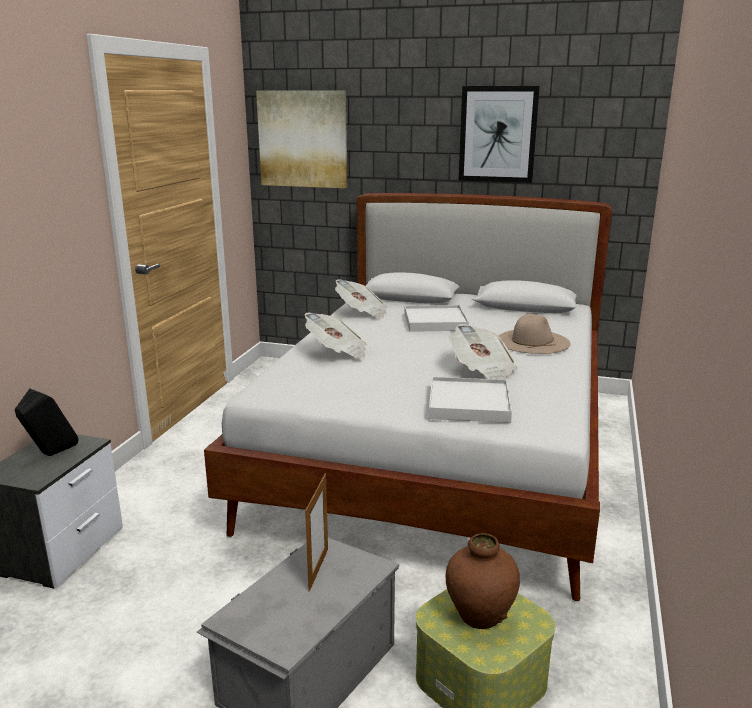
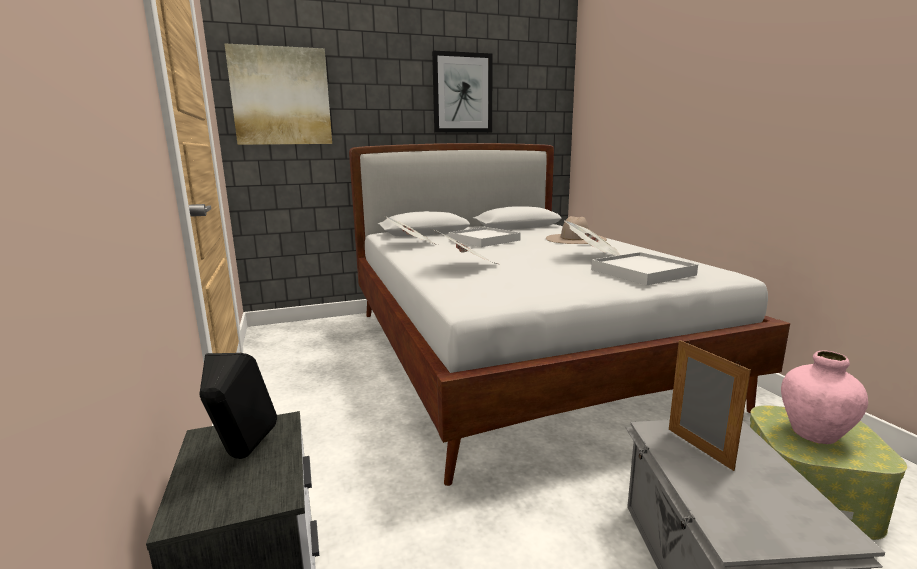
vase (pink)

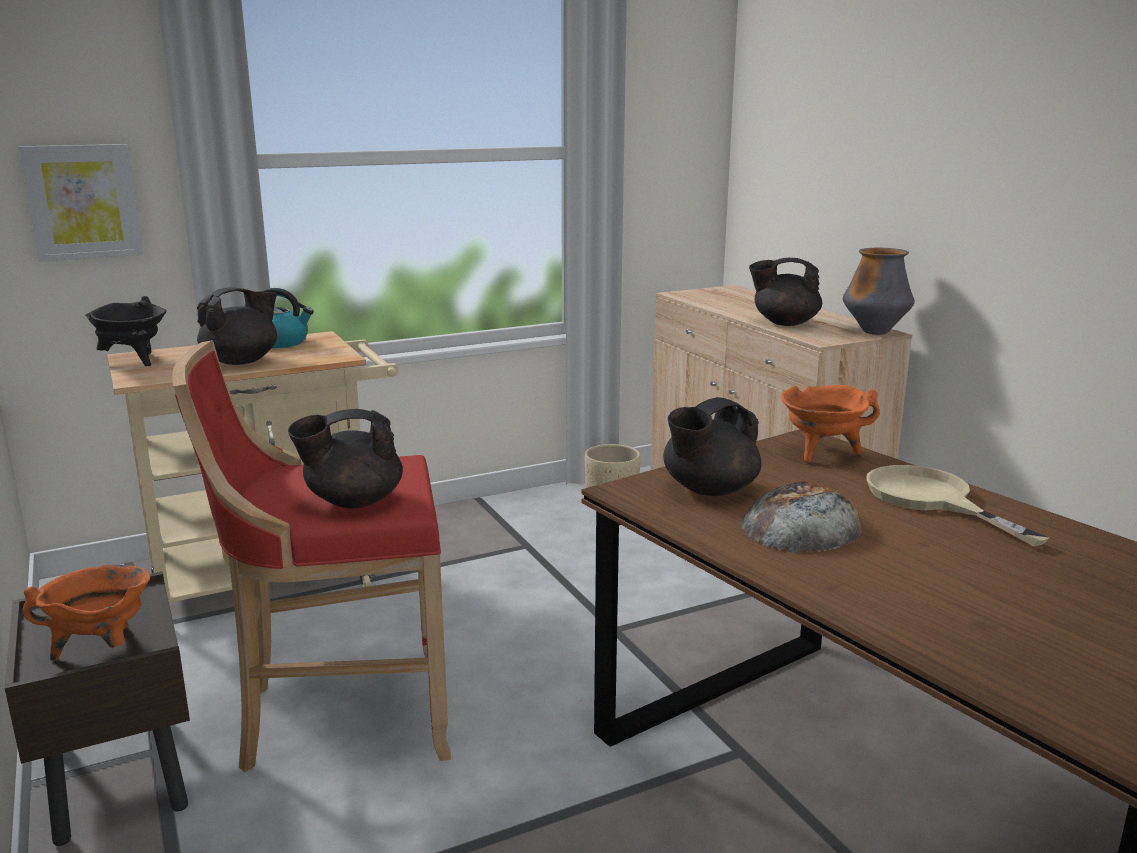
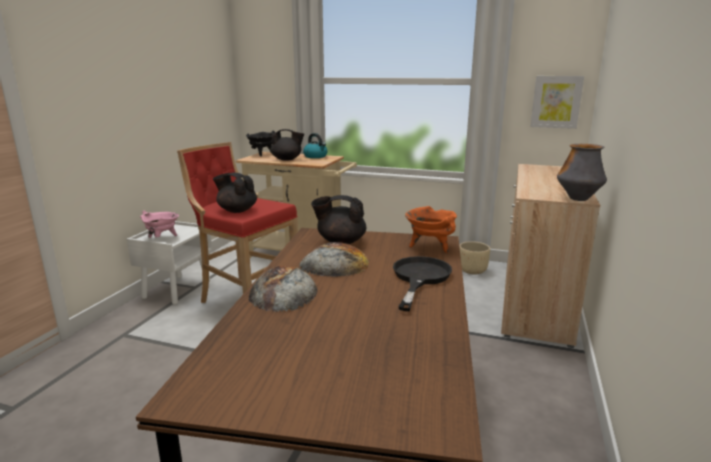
nightstand (white)
cooking pot (pink)
bread (no. 1 from left)
frying pan (black)
picture
teapot (black) (no. 4 from left in the first image)

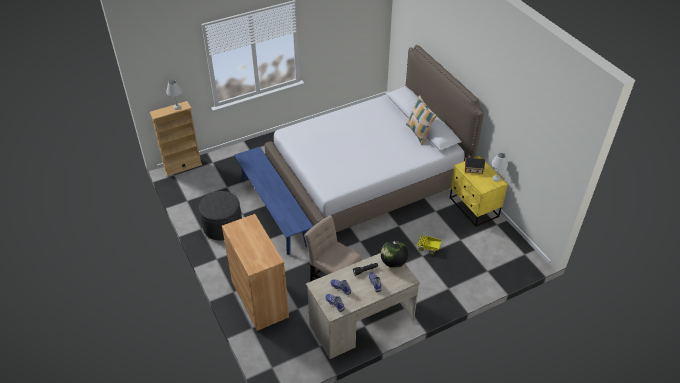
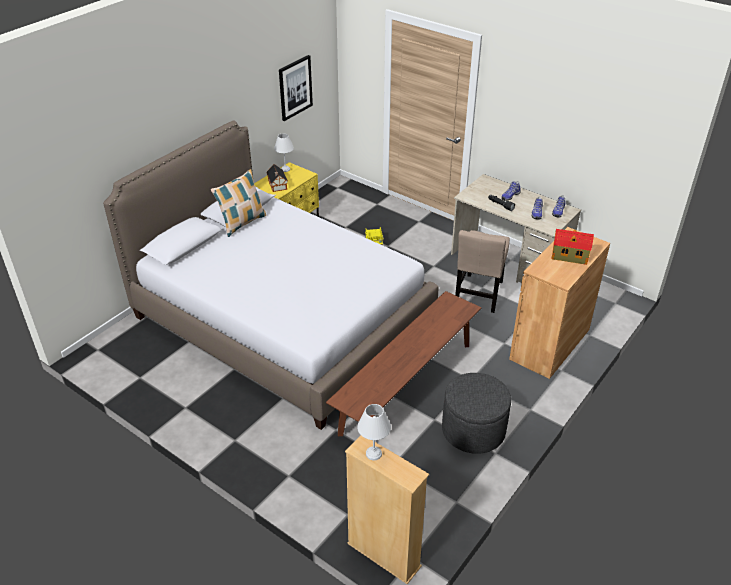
picture
bench (brown)
toy house (no. 2 from left)
globe

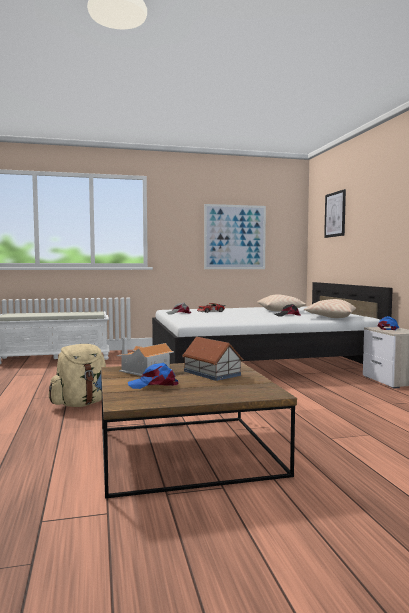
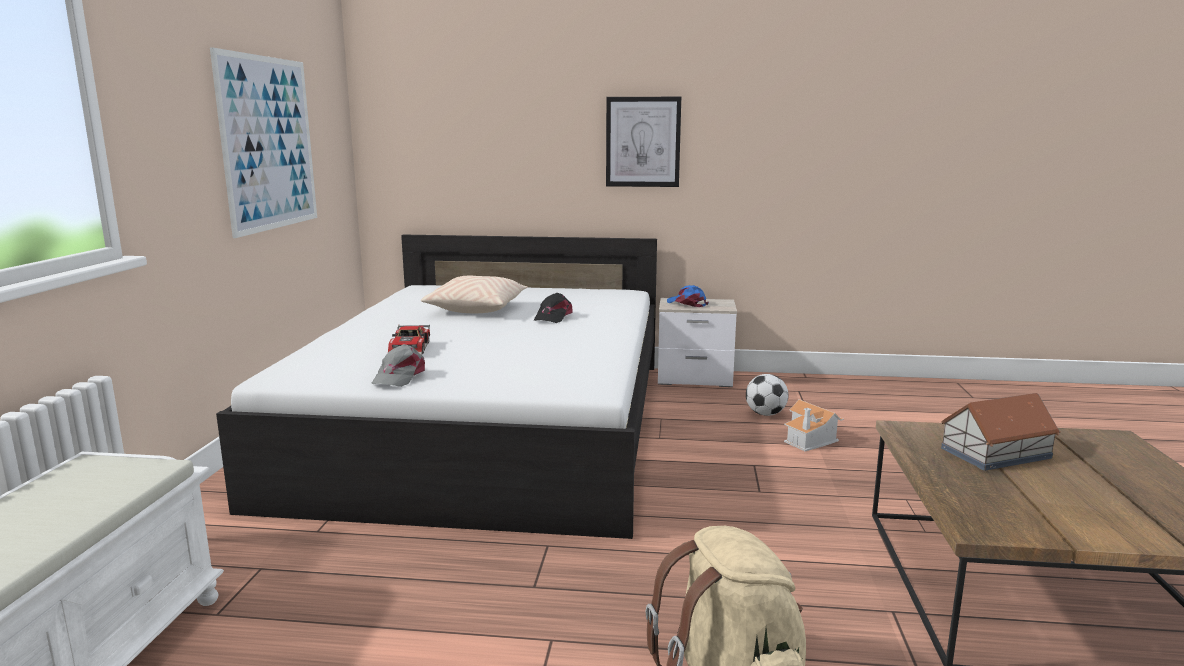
picture (no. 2 from left)
football
toy house (no. 1 from left)
cap (blue) (no. 1 from left in the first image)
pillow (beige) (no. 2 from left in the first image)

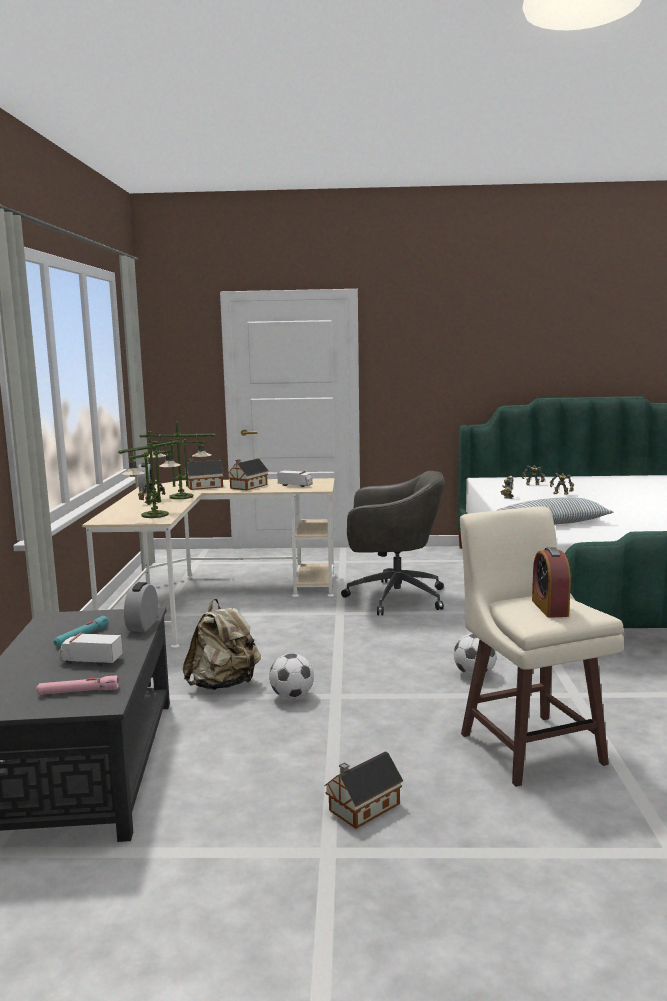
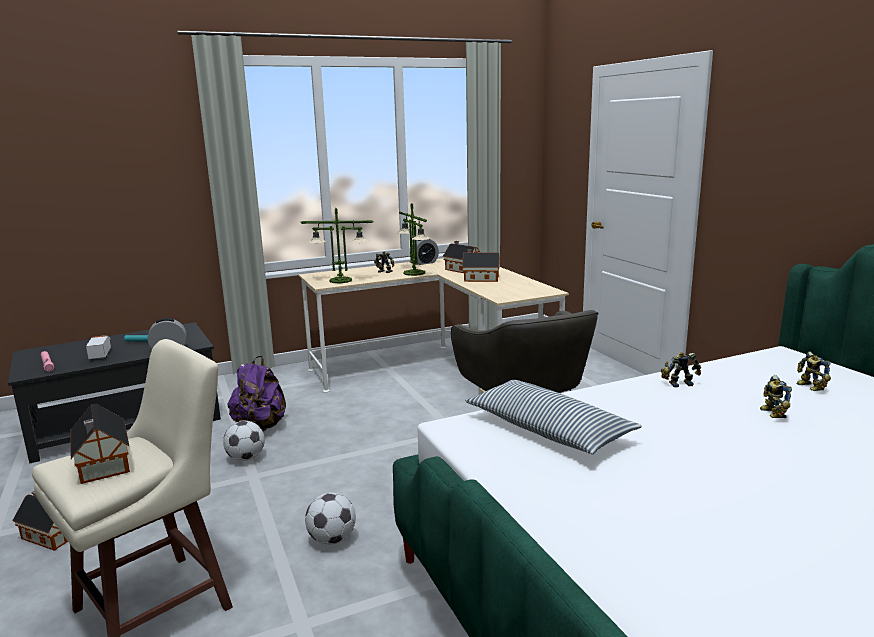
toy house (no. 2 from left)
backpack (purple)
toy truck (no. 2 from left in the first image)

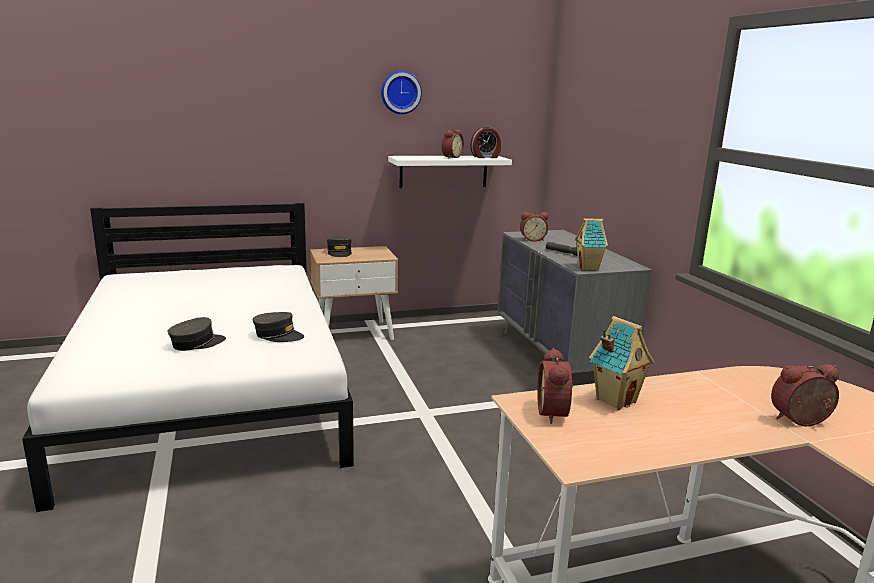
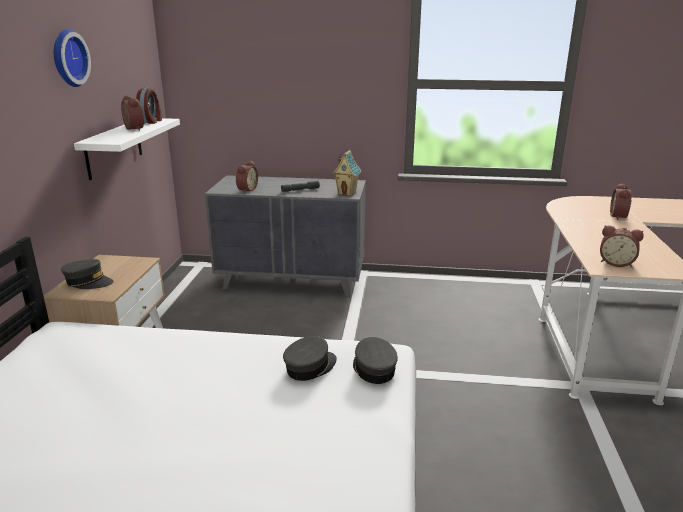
cap (grey) (no. 3 from left)
toy house (no. 2 from left in the first image)

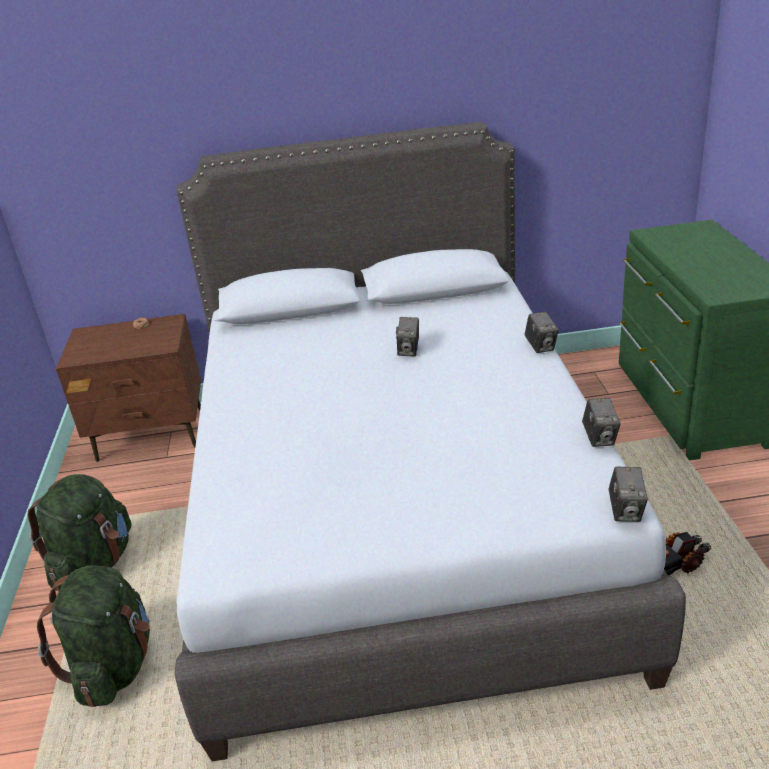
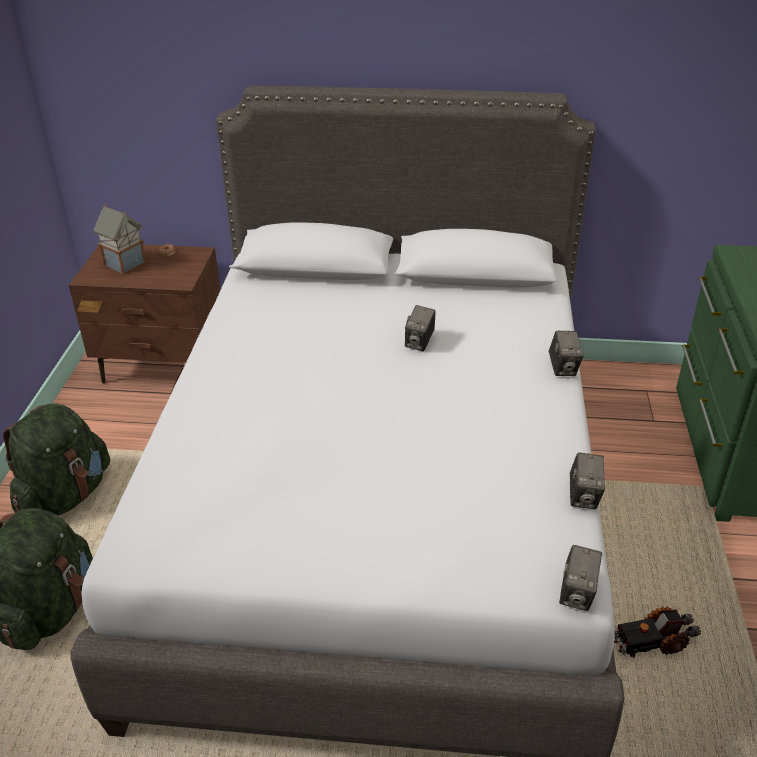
toy house

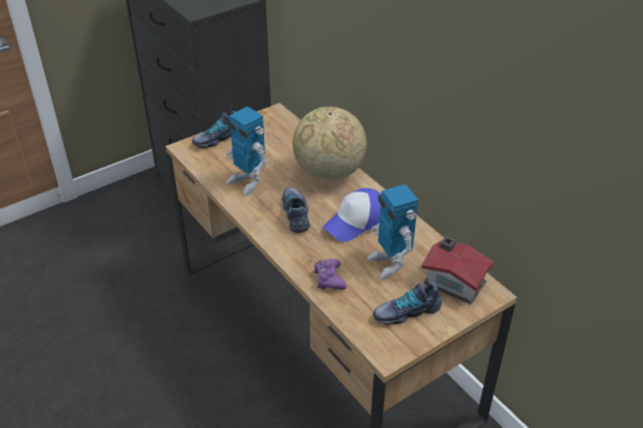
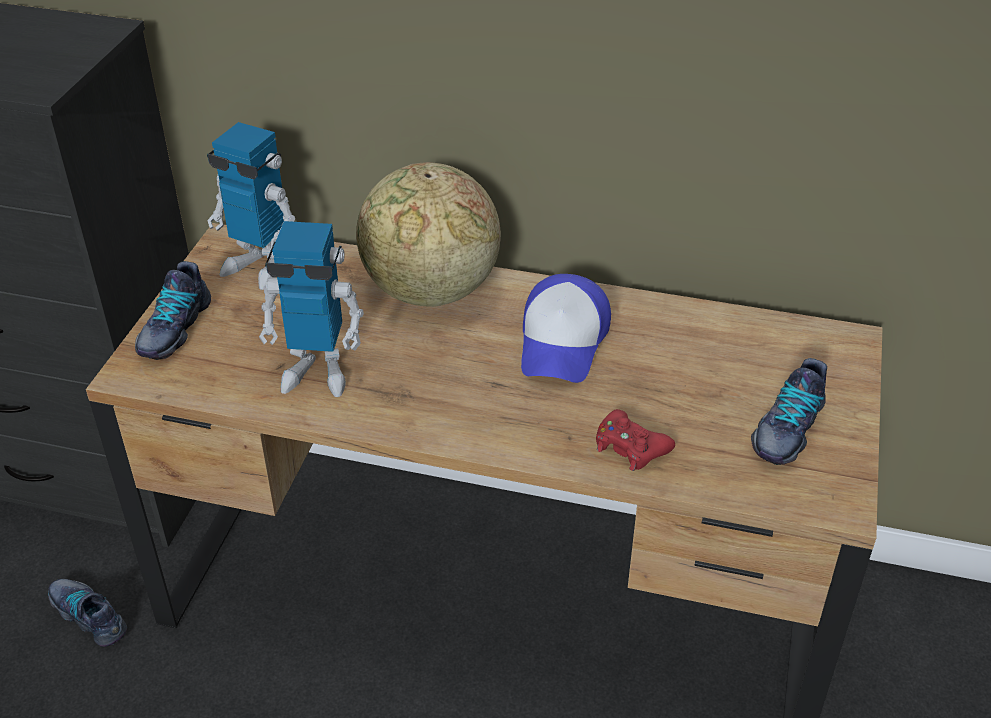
shoe (no. 1 from left)
toy robot (no. 1 from left)
game controller (red)
toy house

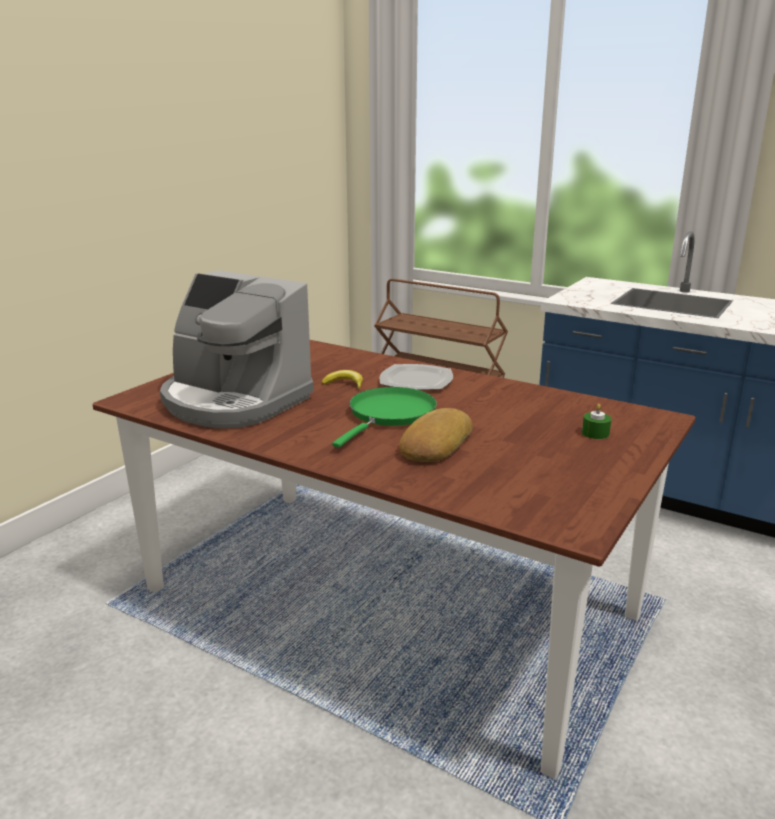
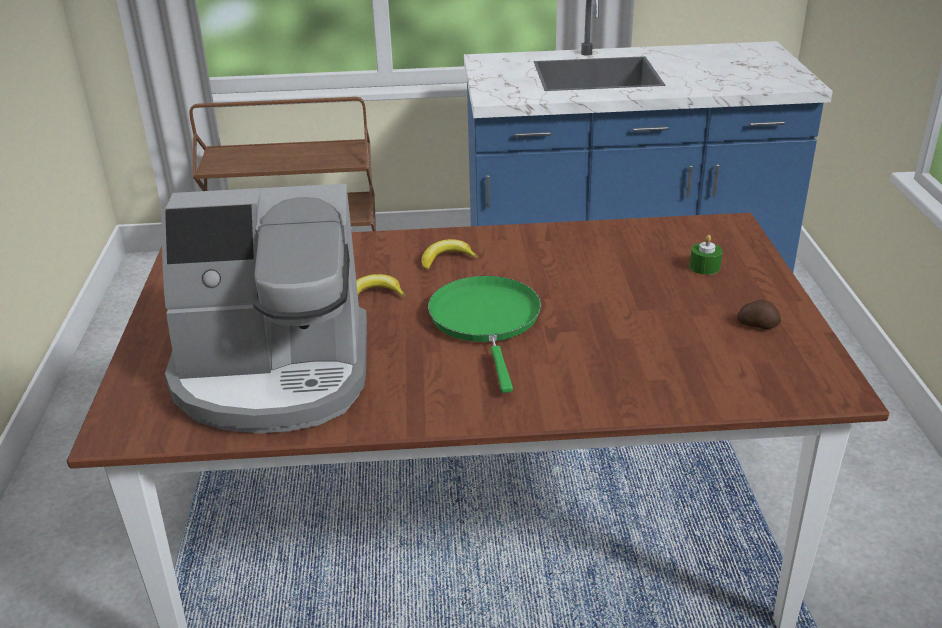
banana (no. 2 from left)
potato
bread

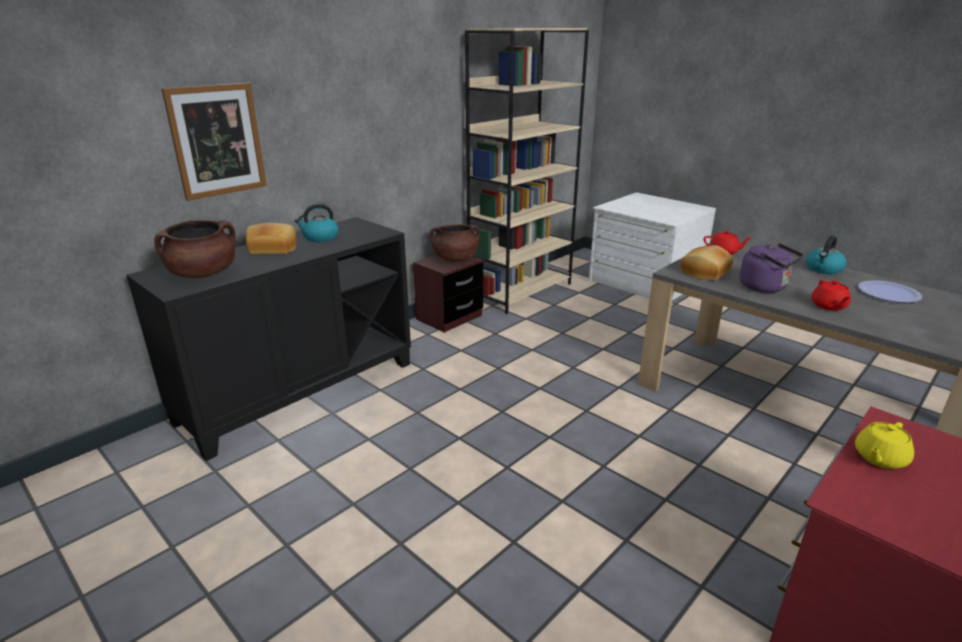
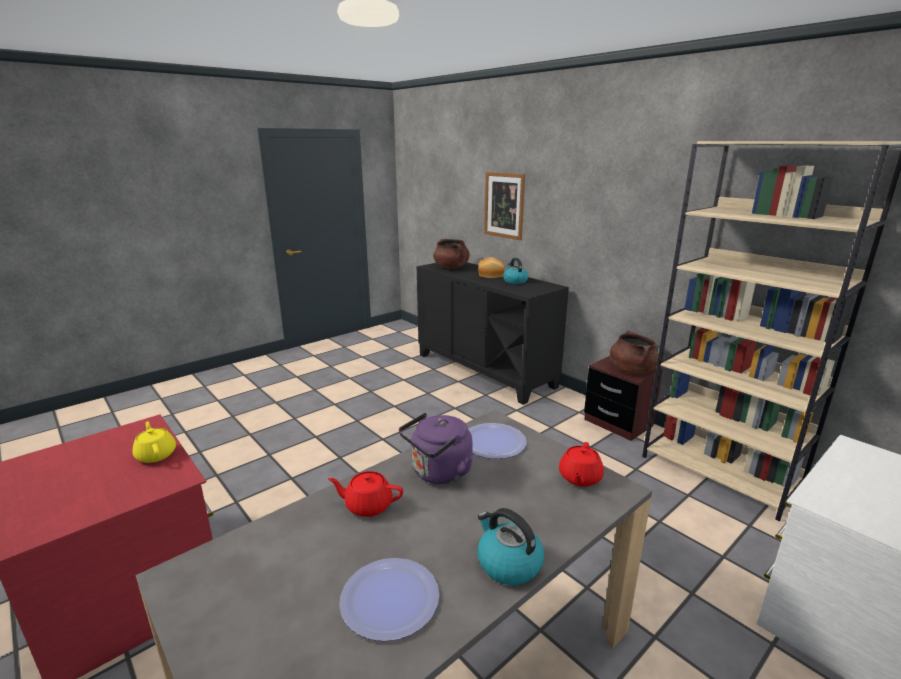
plate (no. 2 from left)

